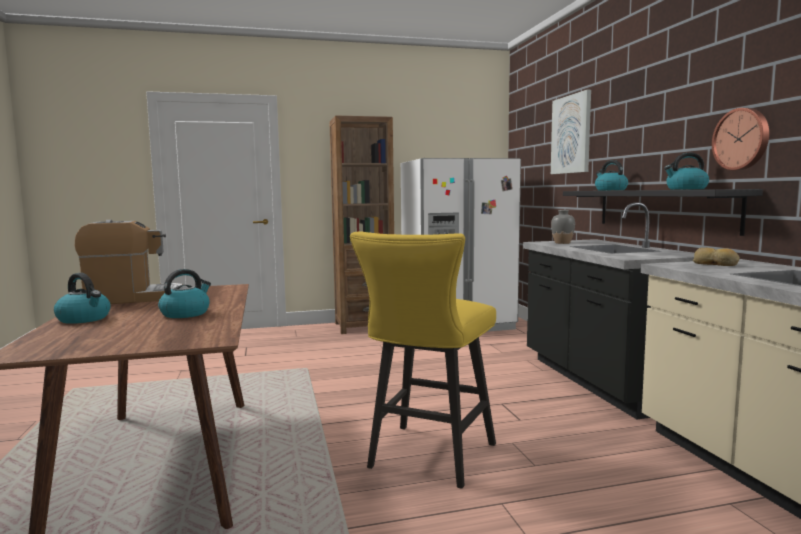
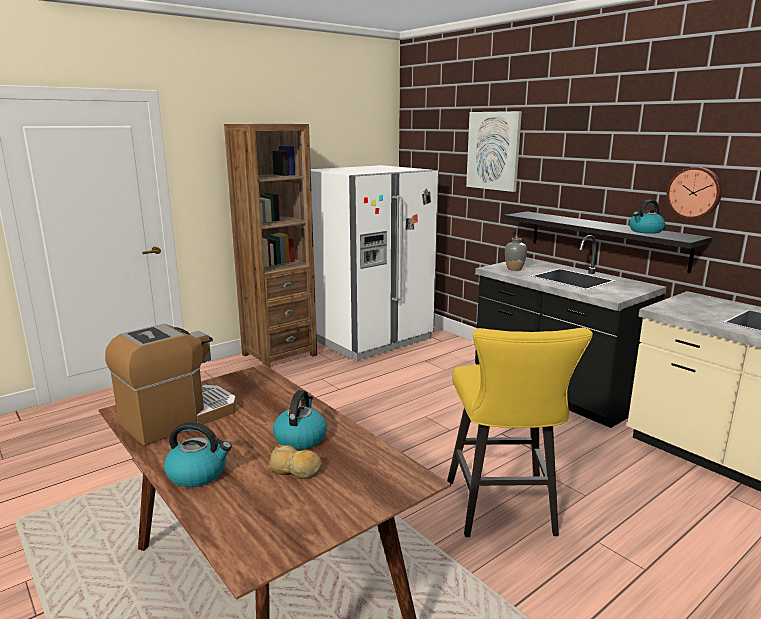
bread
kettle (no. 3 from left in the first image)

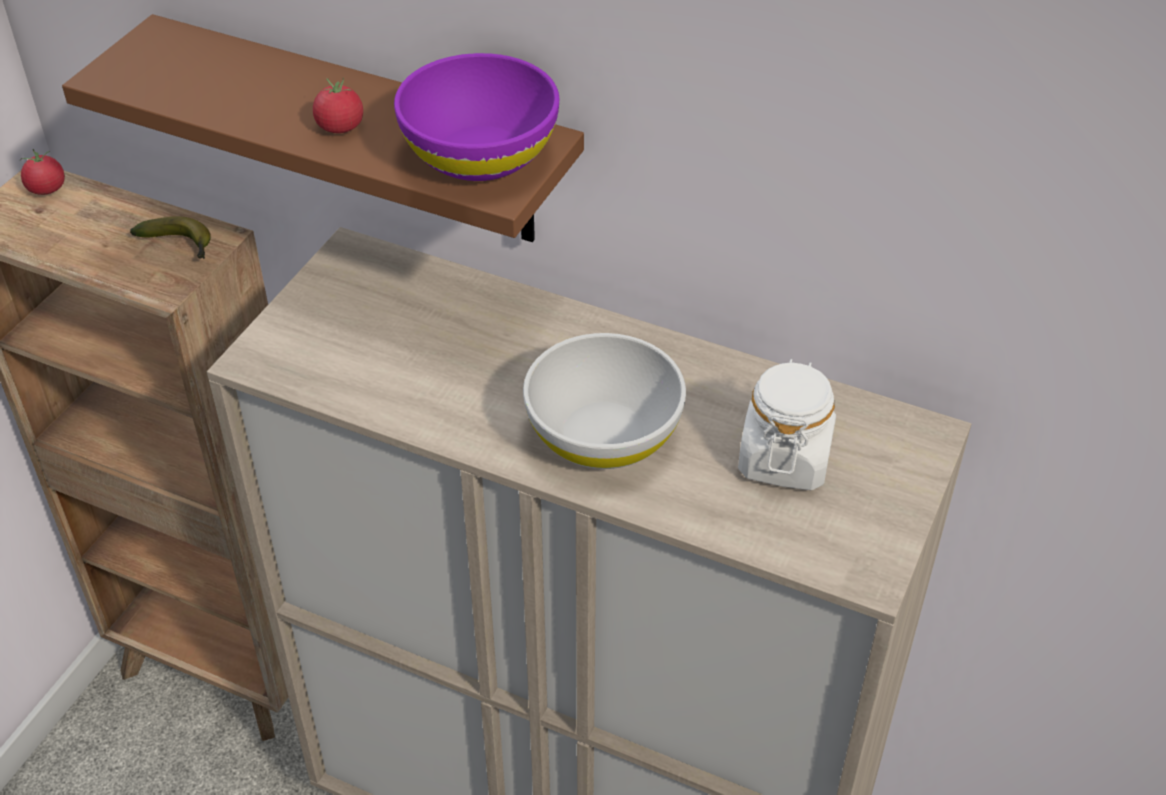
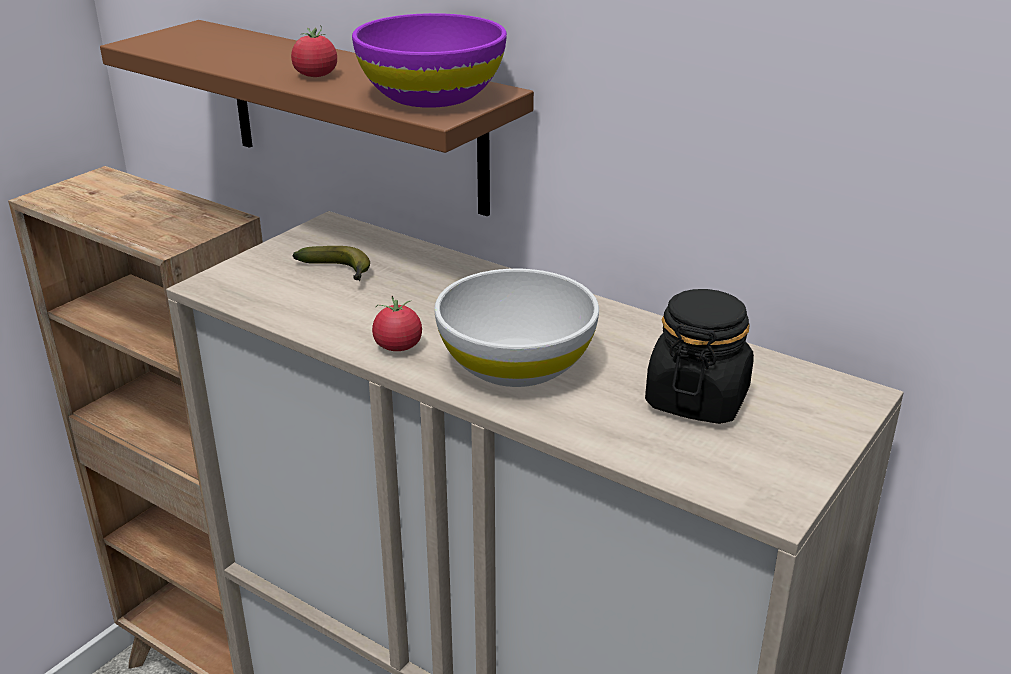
banana
tomato (no. 2 from left)
jar (black)

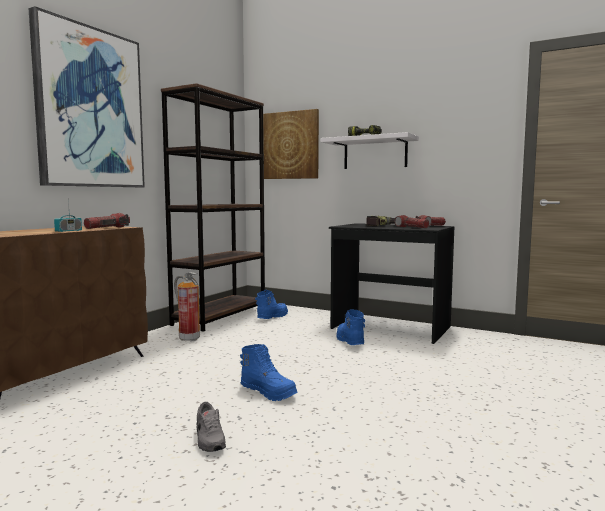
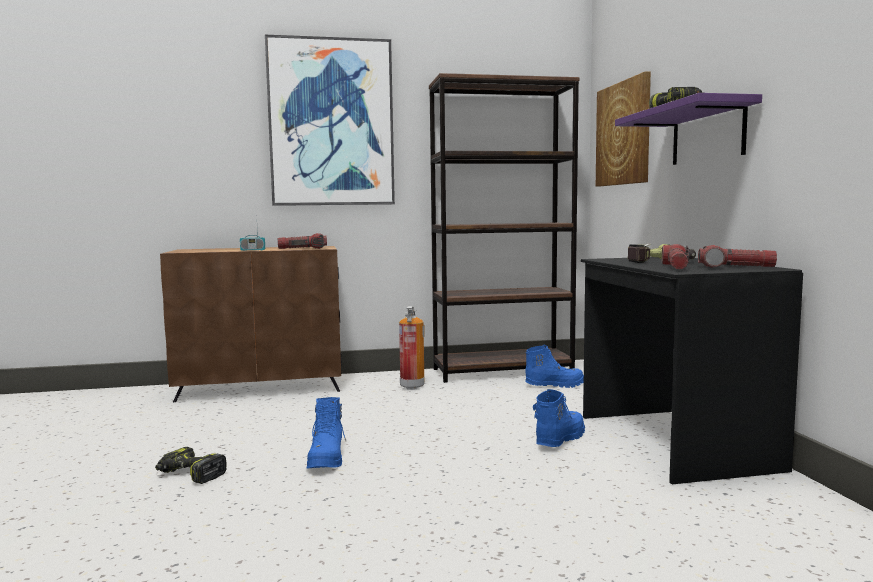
power drill (no. 1 from left)
shelf (purple)

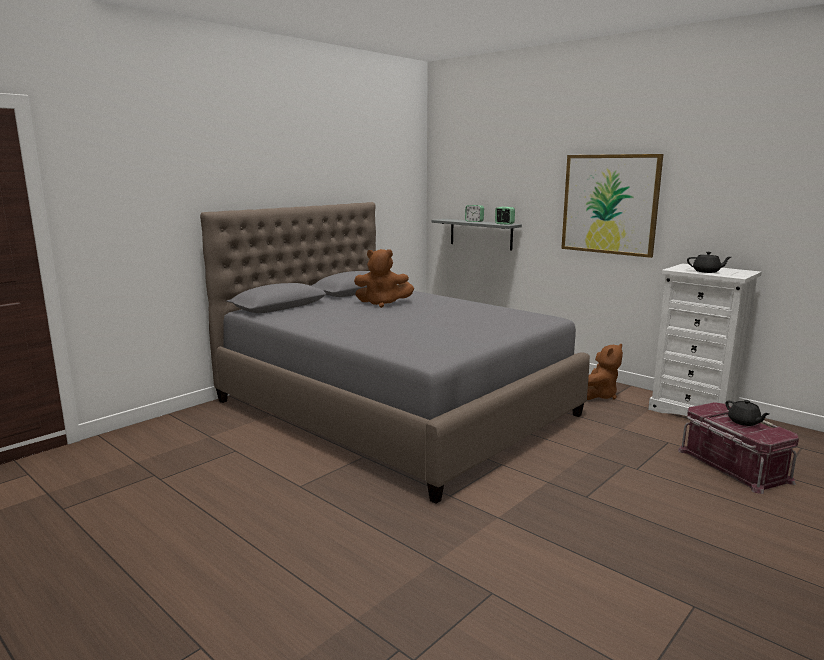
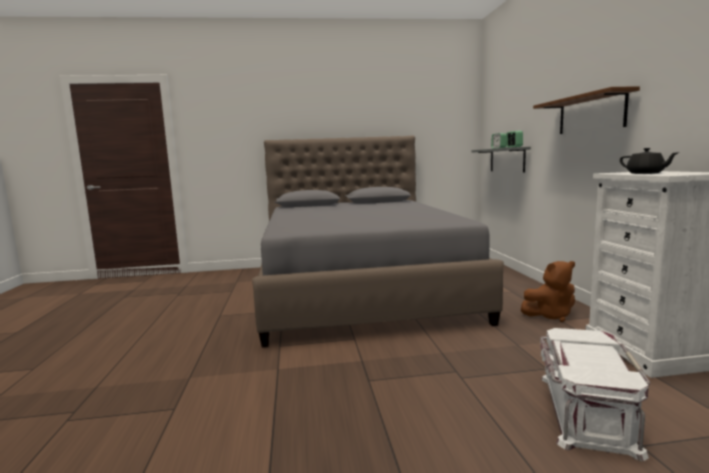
shelf (brown)
storage box (white)
plush toy (brown) (no. 1 from left in the first image)
teapot (black) (no. 2 from left in the first image)

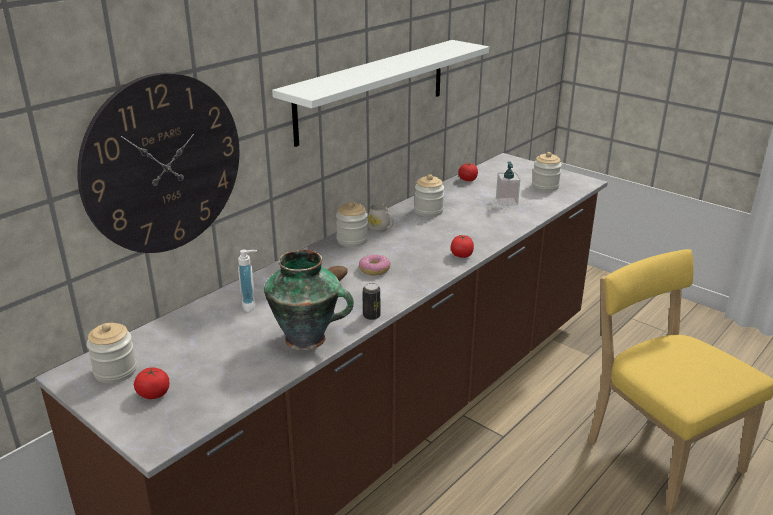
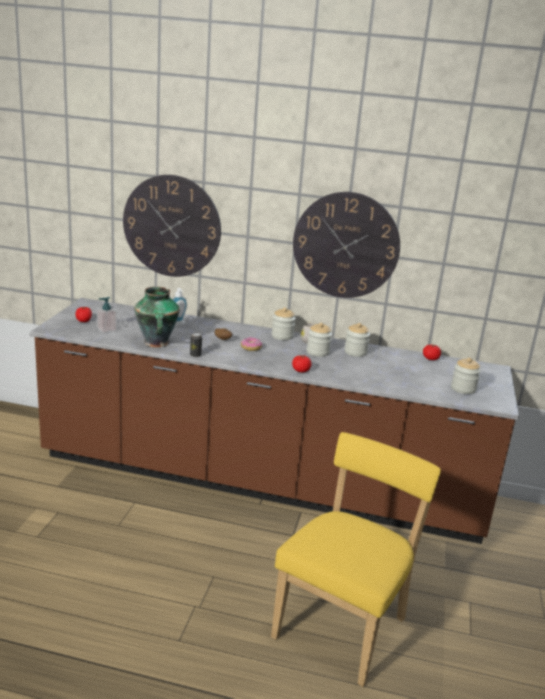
soap dispenser (no. 1 from left)
wall clock (no. 2 from left)
jar (no. 2 from left)

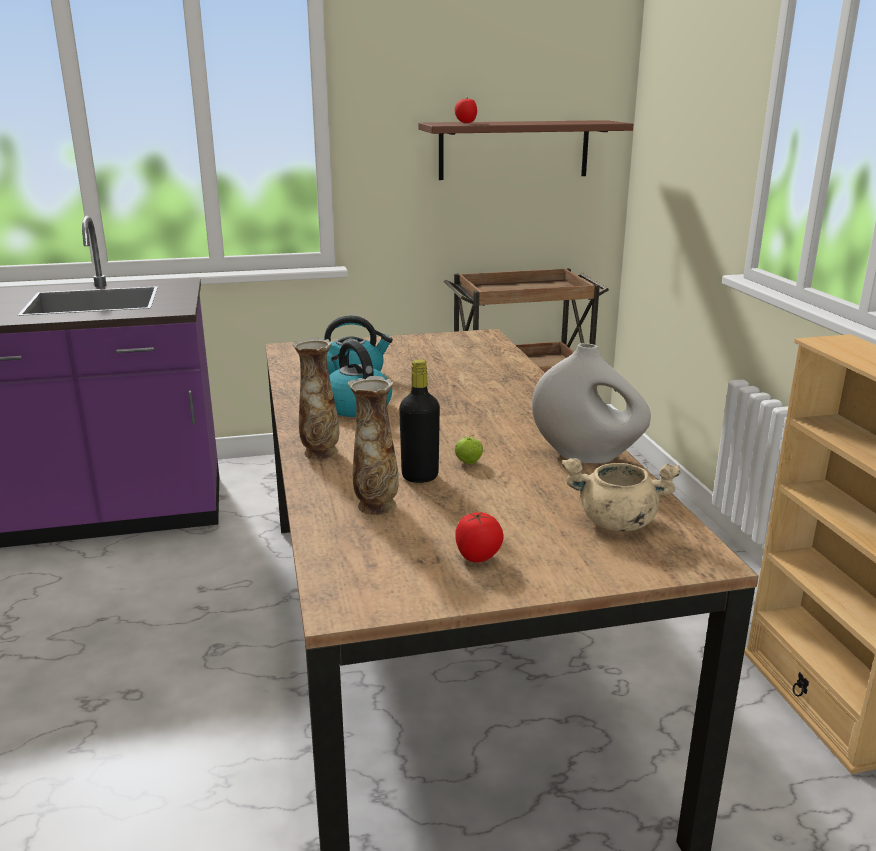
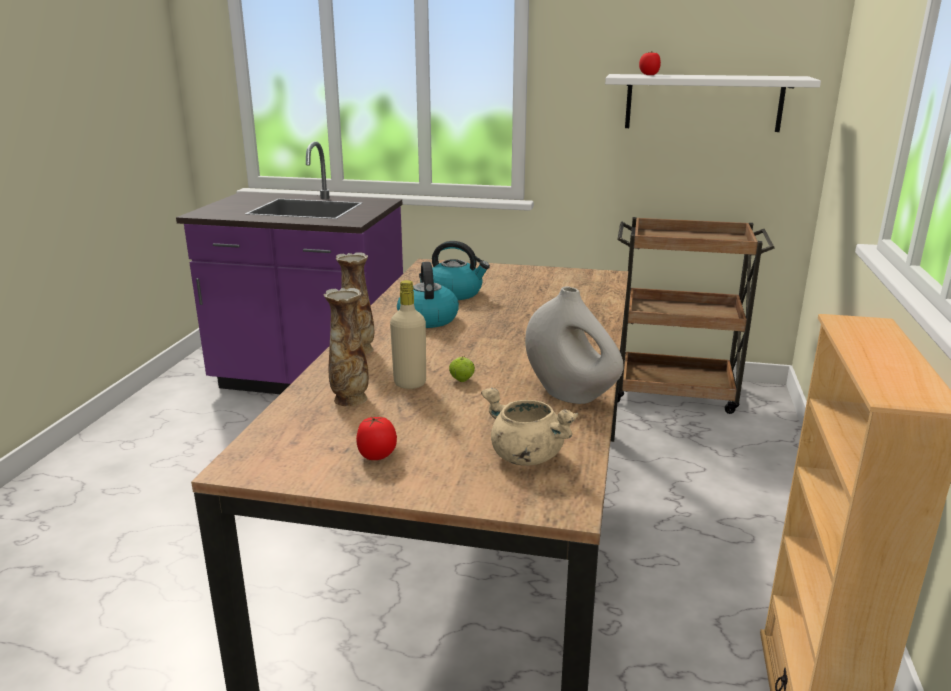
bottle (beige)
shelf (white)

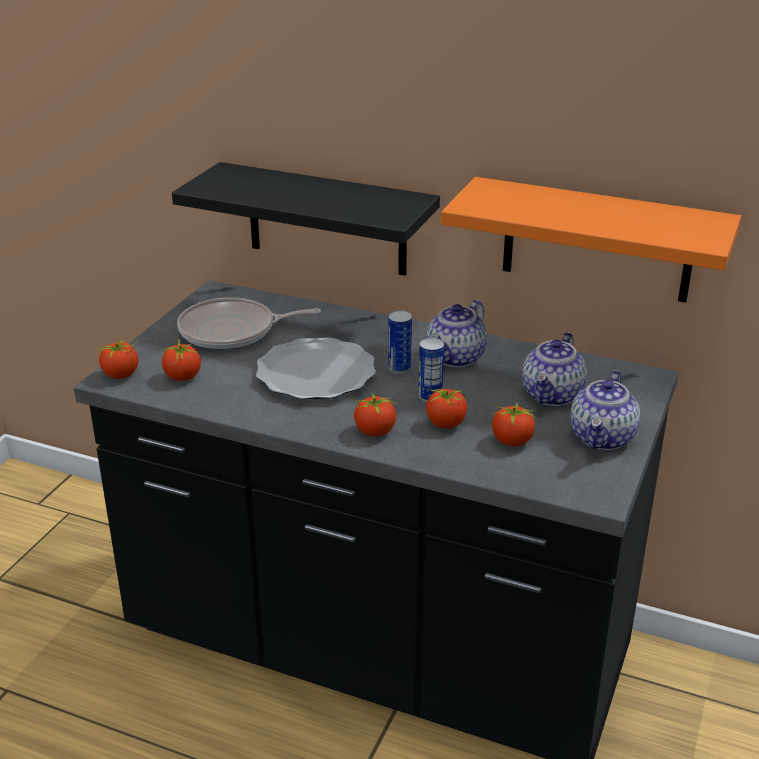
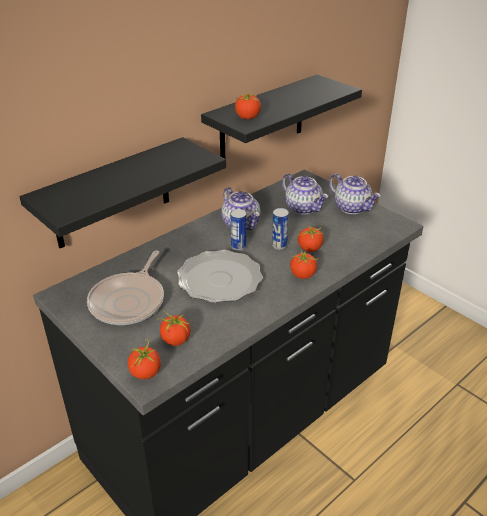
shelf (black) (no. 2 from left)
tomato (no. 3 from left)

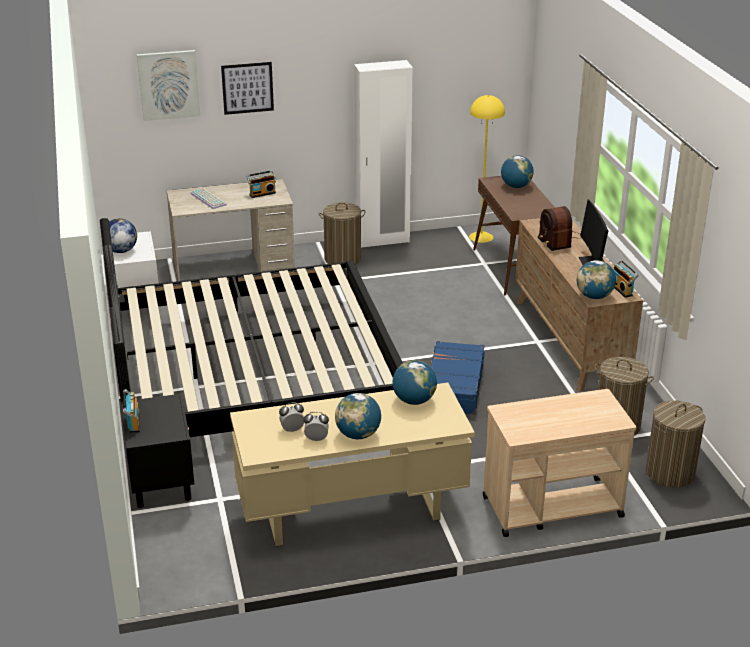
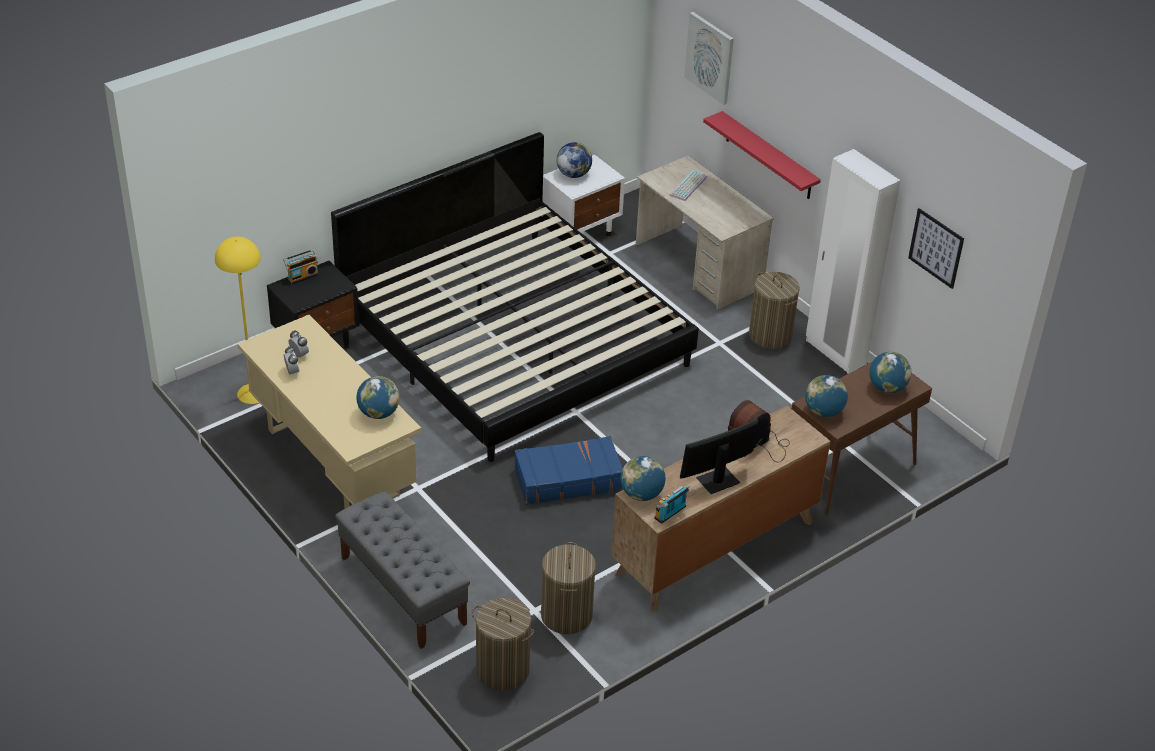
floor lamp (yellow)
bench (grey)
shelf (red)
globe (no. 4 from left)
picture (no. 2 from left)
radio (no. 2 from left in the first image)

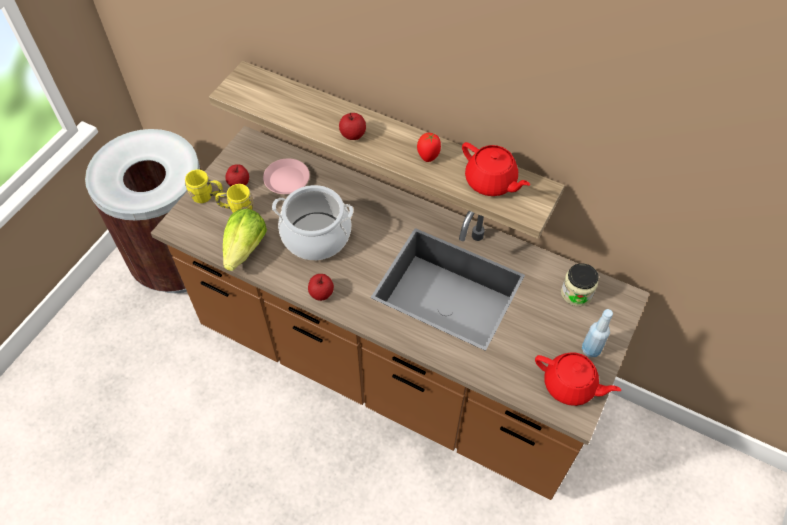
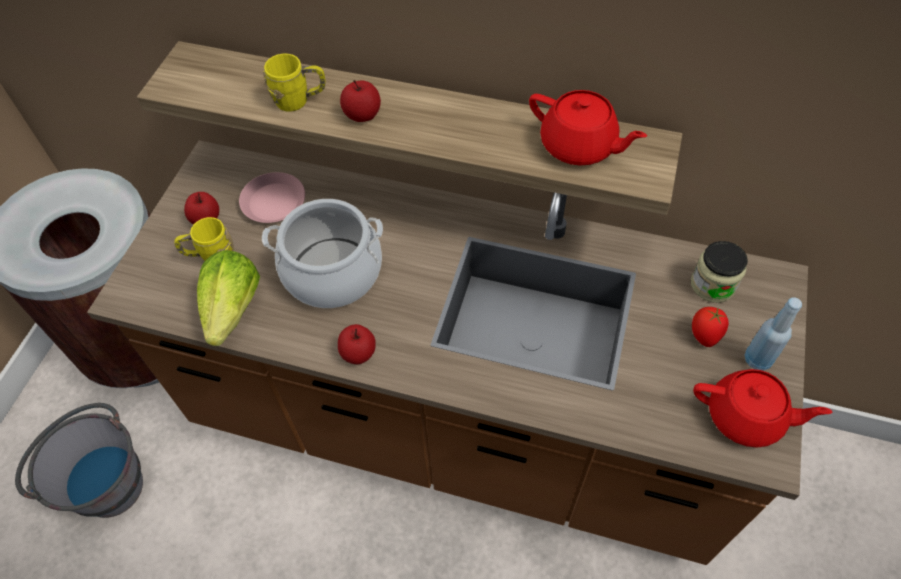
bucket (grey)
mug (yellow) (no. 2 from left)
tomato

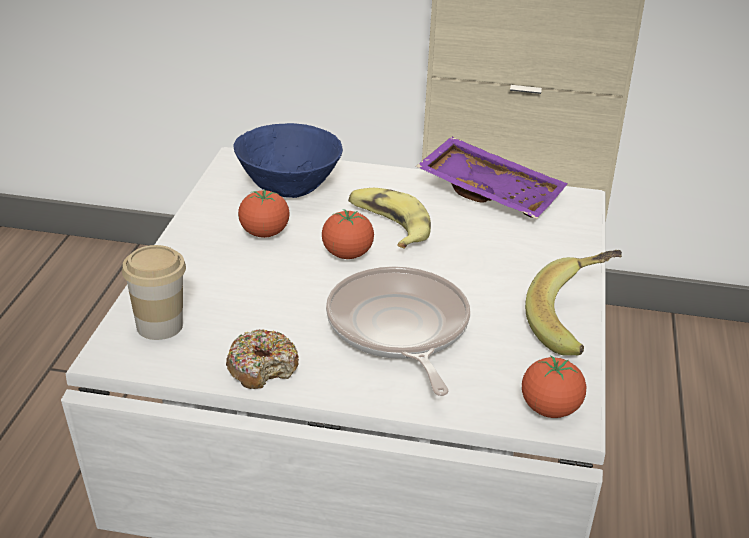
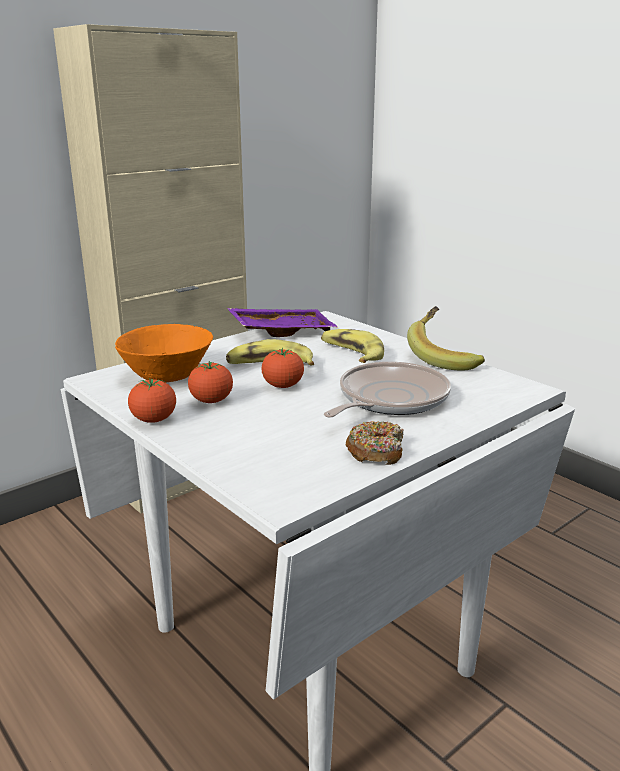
bowl (orange)
tomato (no. 1 from left)
banana (no. 2 from left)
frying pan
cup

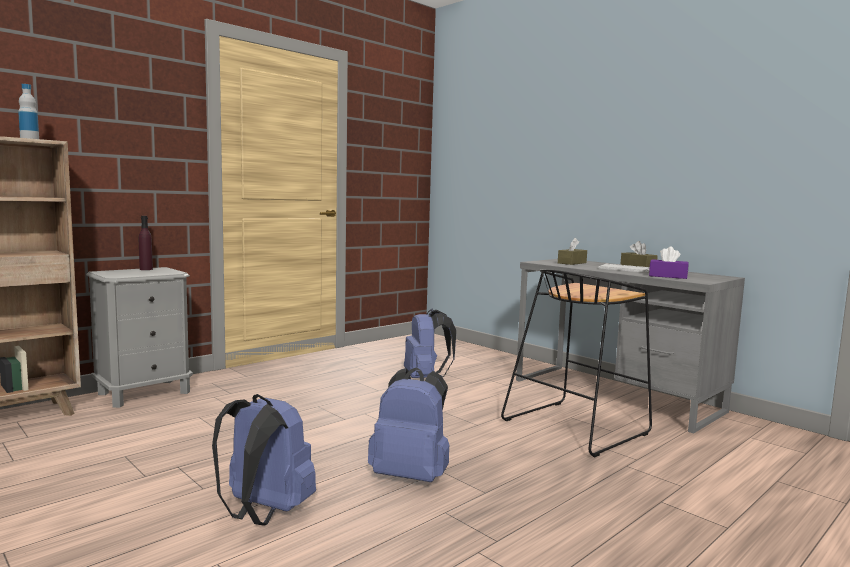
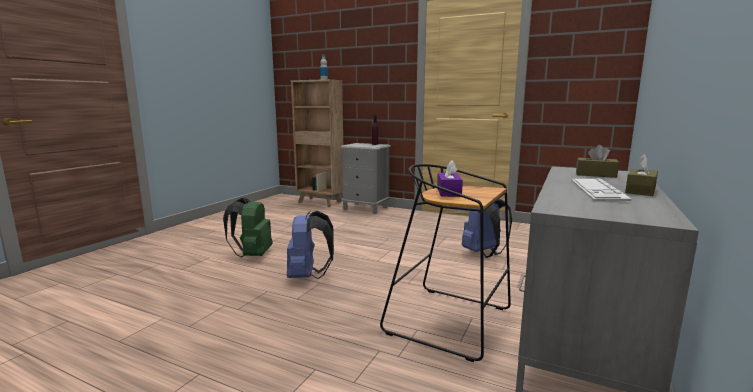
backpack (green)
tissue box (purple)

